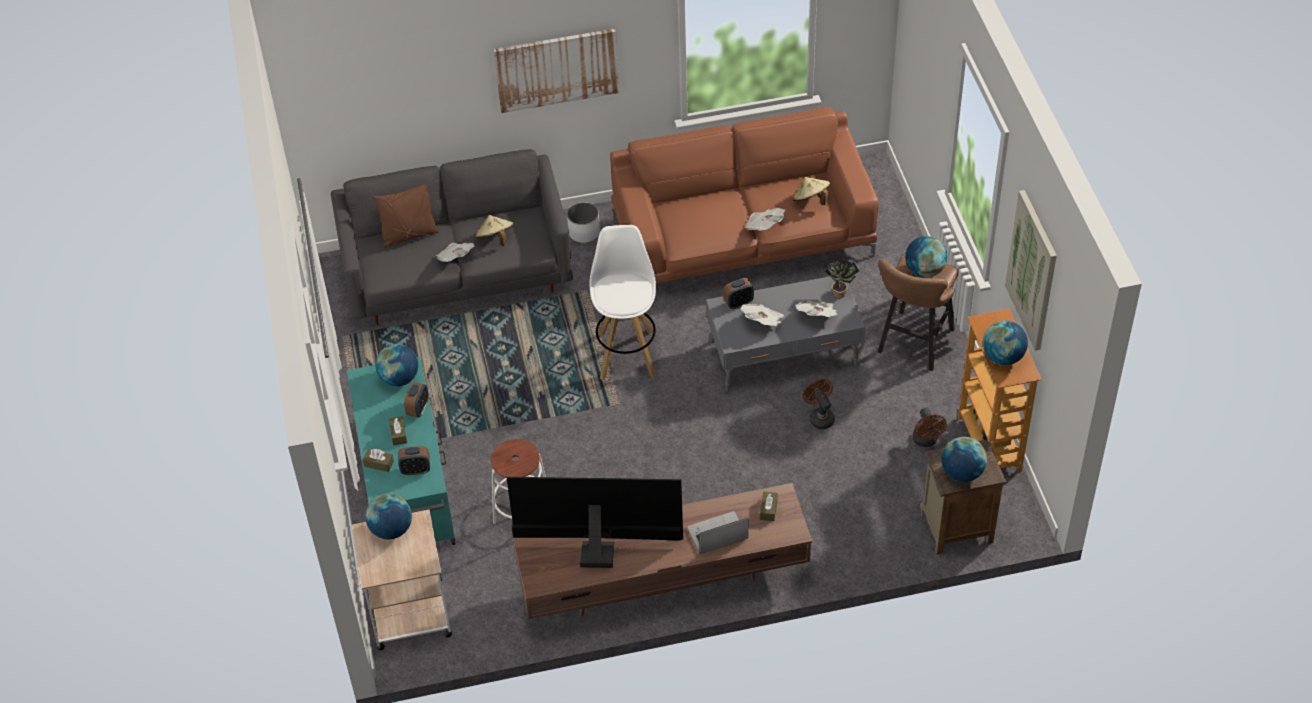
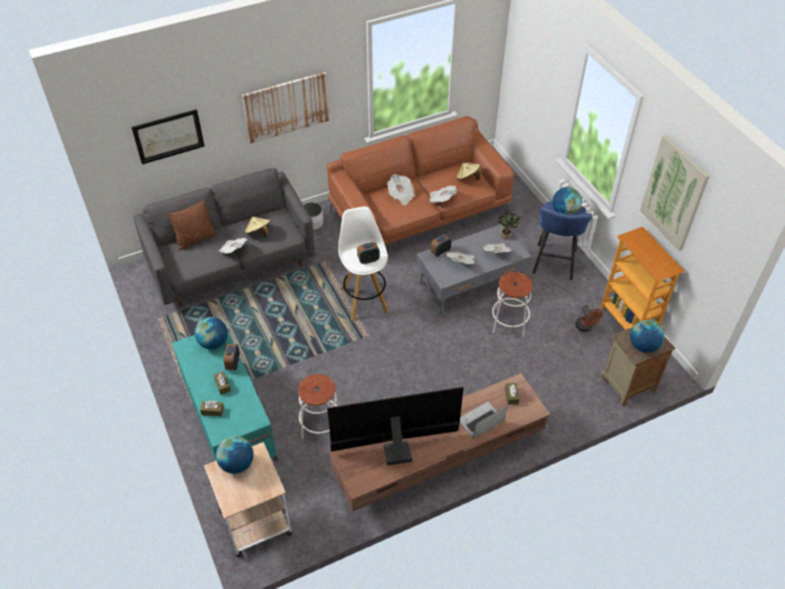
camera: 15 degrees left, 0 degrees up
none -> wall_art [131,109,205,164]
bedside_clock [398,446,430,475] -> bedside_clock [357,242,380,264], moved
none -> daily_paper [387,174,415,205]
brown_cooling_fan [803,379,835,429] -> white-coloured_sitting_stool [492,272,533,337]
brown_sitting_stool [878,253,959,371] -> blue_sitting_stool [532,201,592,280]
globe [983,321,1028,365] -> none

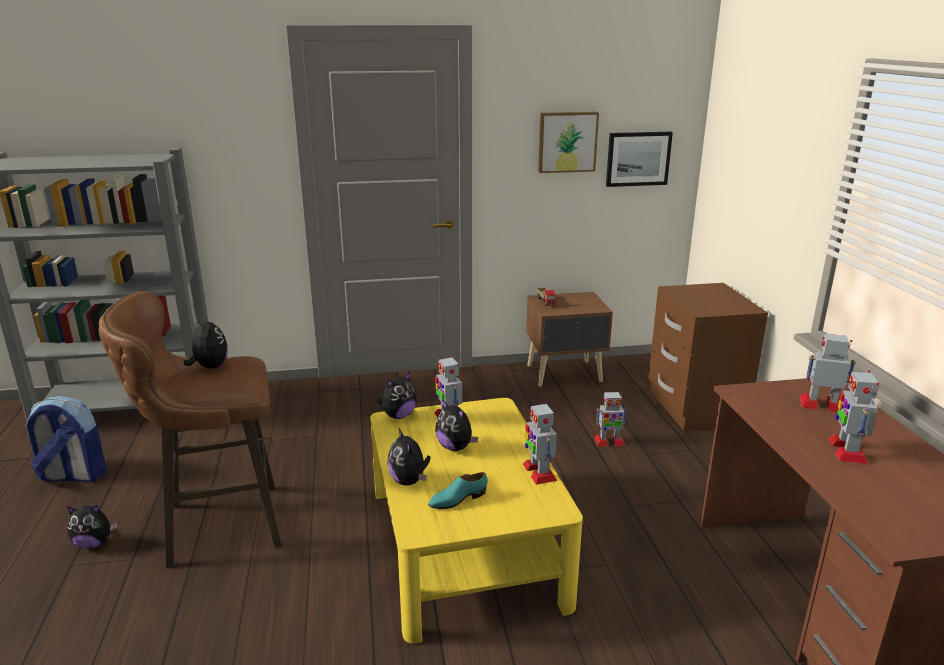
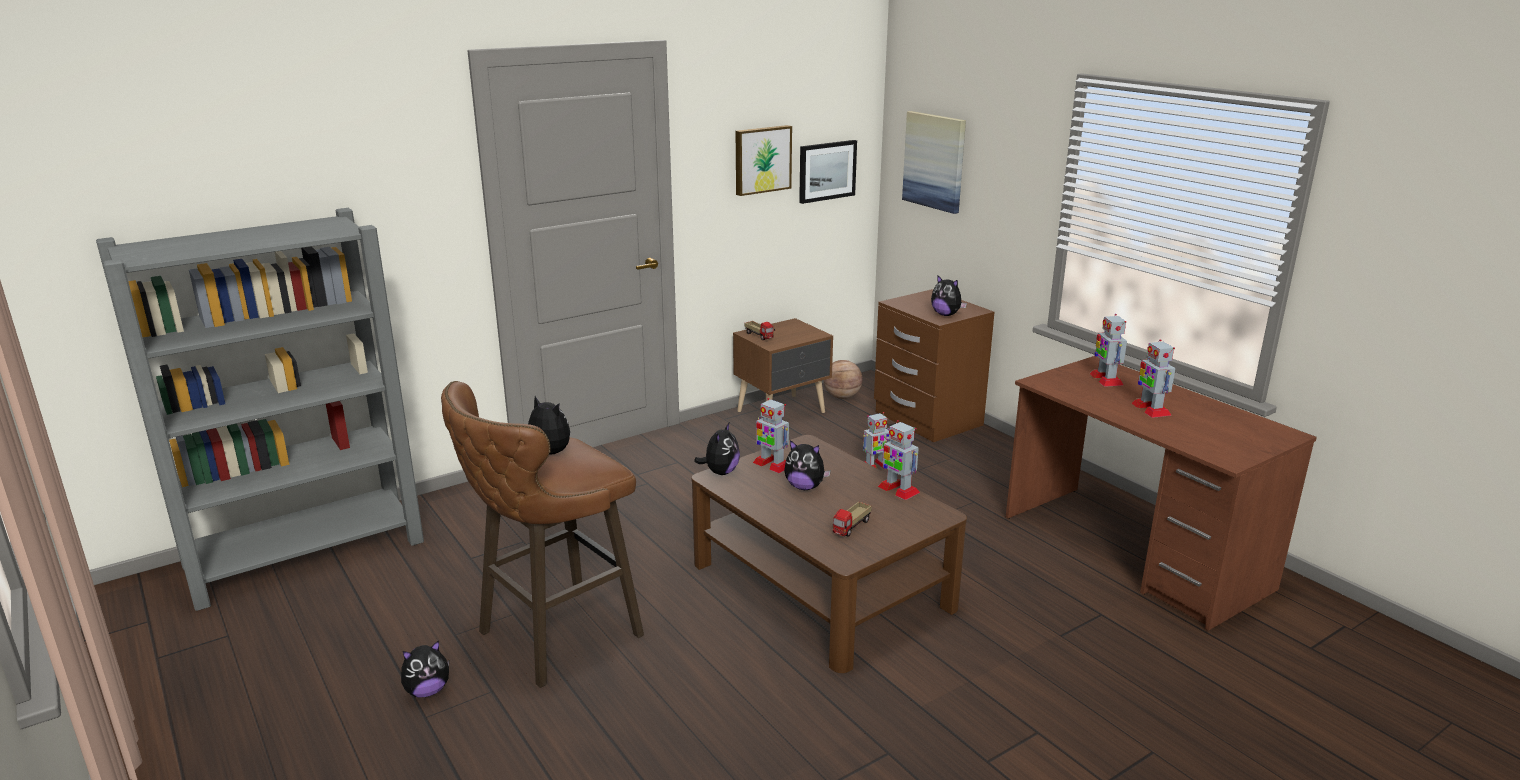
camera: 25 degrees left, 0 degrees up
yellow-coloured_low_table [370,398,583,644] -> brown_low_table [691,435,967,673]
none -> basketball [823,360,862,399]
blue-green_shoe [428,472,488,509] -> toy_lorry [833,501,872,537]
none -> wall_art [902,111,966,214]
cuddly_toy [387,427,431,485] -> cuddly_toy [931,275,967,316], moved
model_robot [800,334,856,412] -> model_robot [1090,314,1127,387], 90 degrees counterclockwise
rucksack [26,396,107,483] -> none

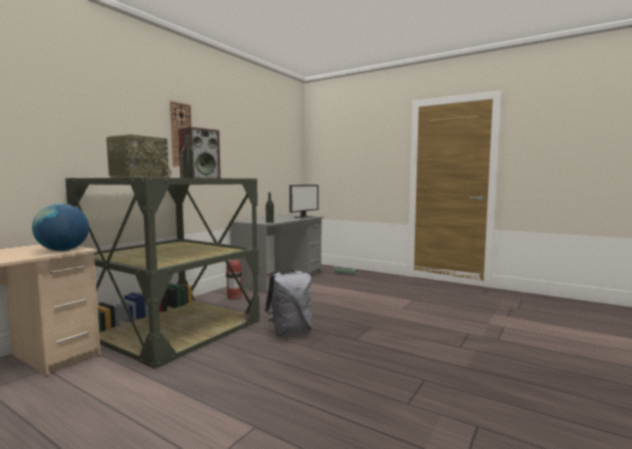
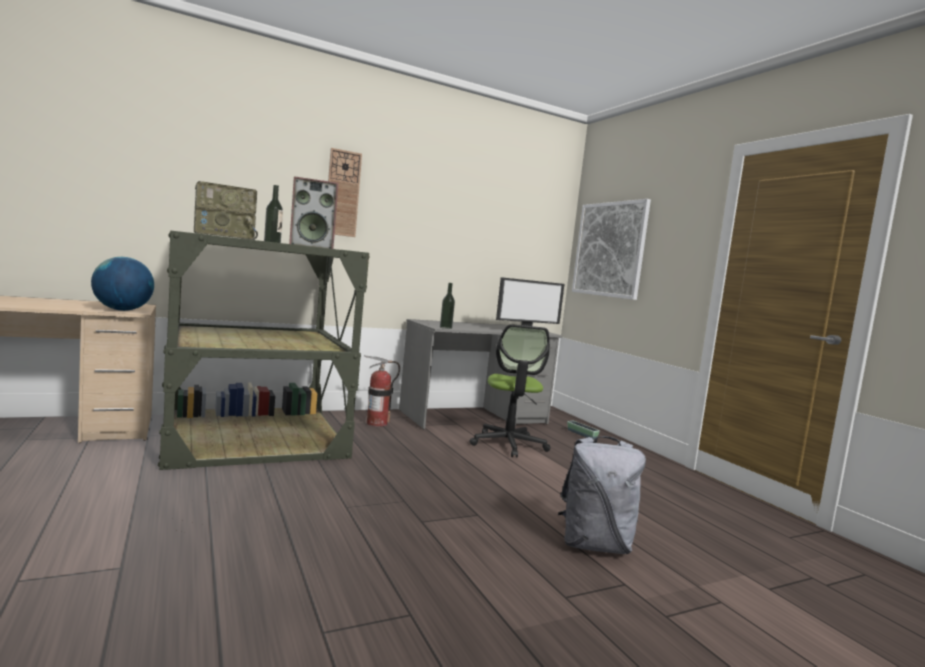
camera: 30 degrees right, 0 degrees up
none -> computer_chair [470,324,551,458]
gray_rucksack [265,269,312,336] -> gray_rucksack [558,436,646,554], moved
none -> wall_art [572,199,651,300]

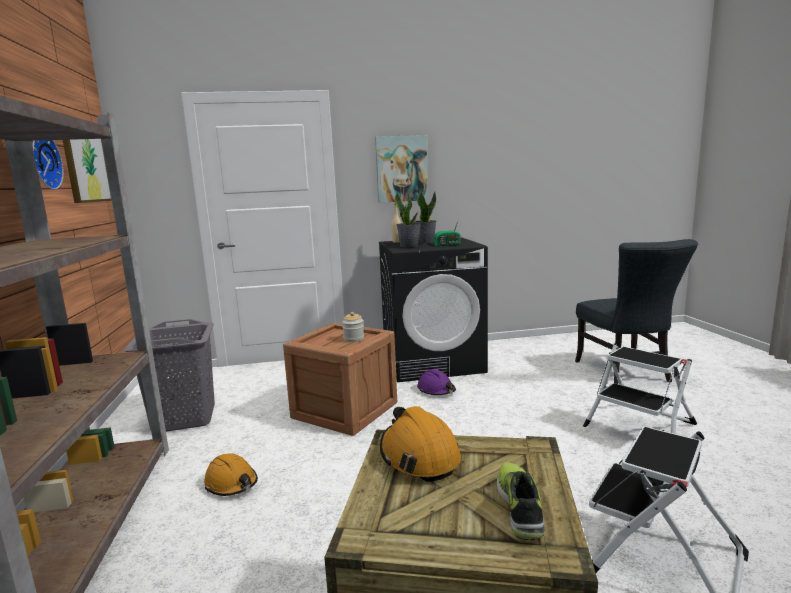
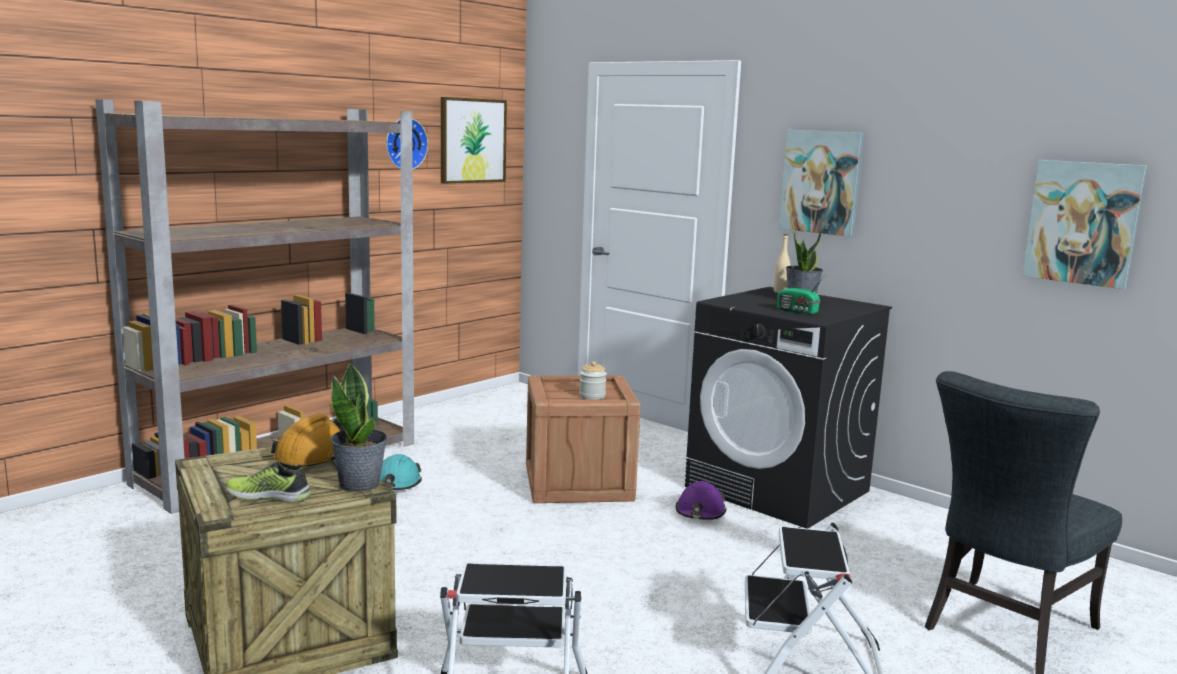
camera: 50 degrees right, 0 degrees up
shoe [497,463,545,540] -> shoe [226,462,311,502], 135 degrees counterclockwise
houseplant [395,192,421,247] -> houseplant [330,362,387,492], moved
orange-coloured_work_helmet [204,453,258,496] -> blue-green_work_helmet [380,454,422,490]
none -> wall_art [1022,160,1147,289]
gray_hamper [124,319,215,432] -> none

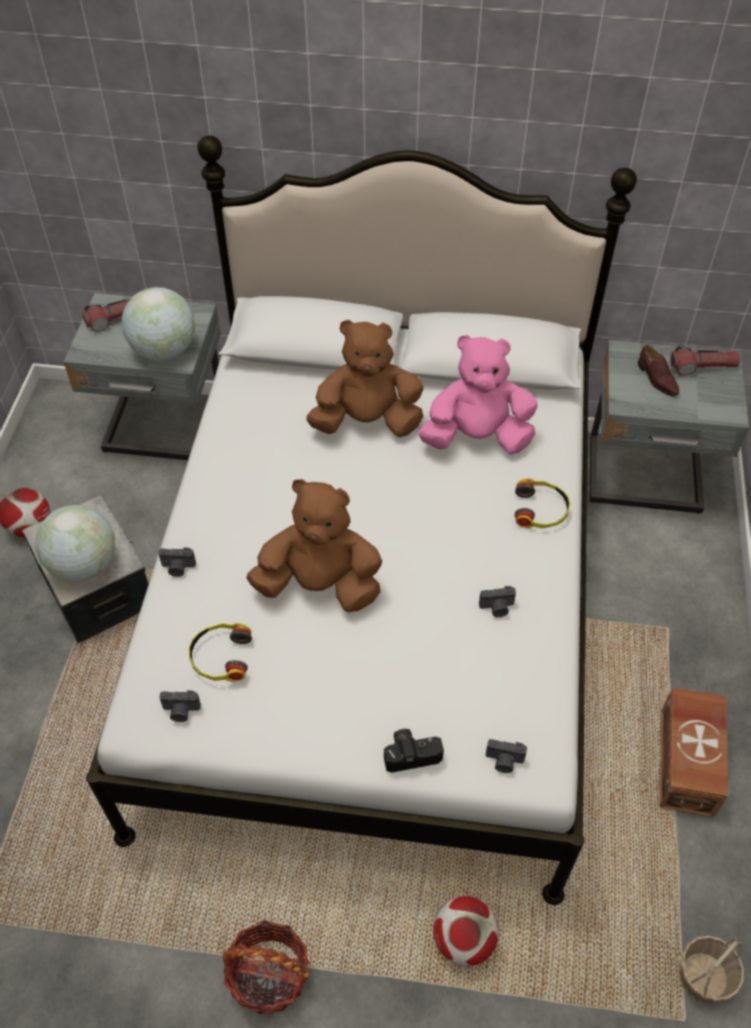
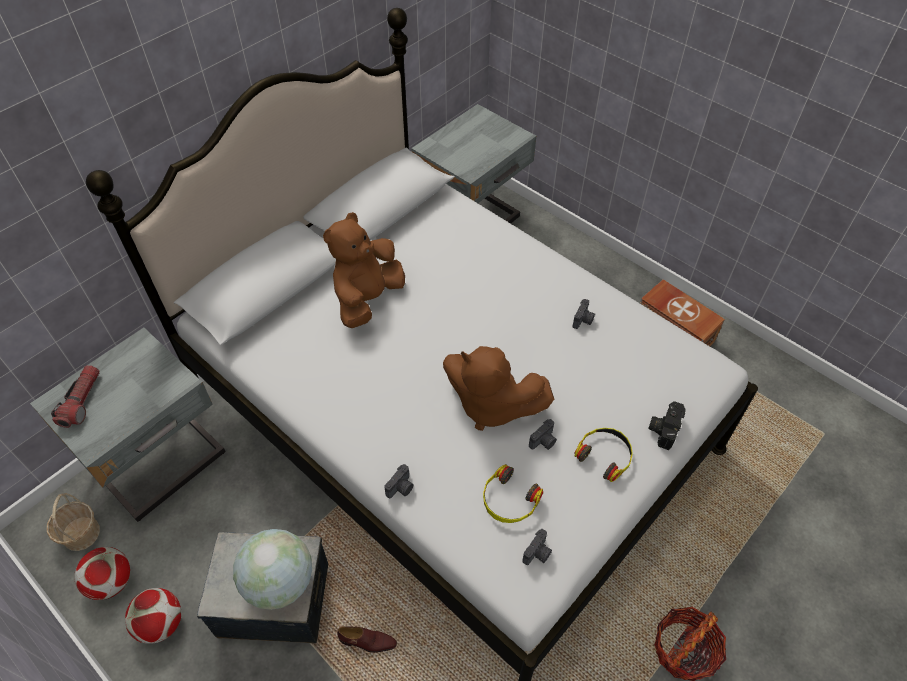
camera: 55 degrees left, 0 degrees up
basket [679,936,744,1004] -> basket [47,493,100,551], moved
ball_for_football [433,896,499,966] -> ball_for_football [74,547,130,600], moved
brown_shoe [638,345,679,397] -> brown_shoe [337,626,397,653], moved
brown_cuddly_toy [246,479,382,612] -> brown_cuddly_toy [443,346,554,431], 105 degrees counterclockwise
photo_camera [486,739,527,773] -> photo_camera [529,419,557,450], moved
headphones [515,478,570,528] -> headphones [574,428,633,482], moved
globe [122,287,195,361] -> none
pinkish_cuddly_toy [418,335,537,454] -> none
torch [670,346,741,376] -> none

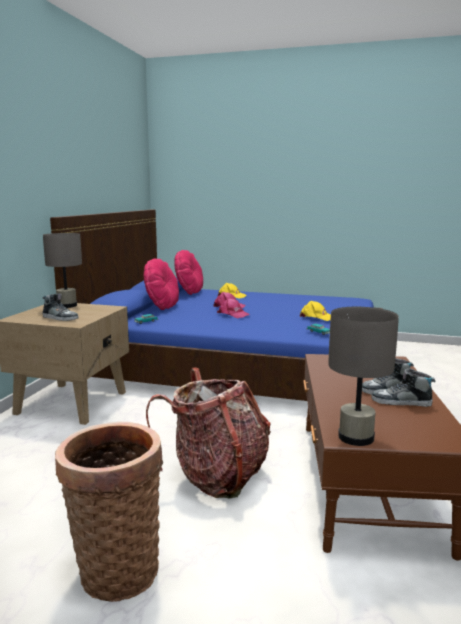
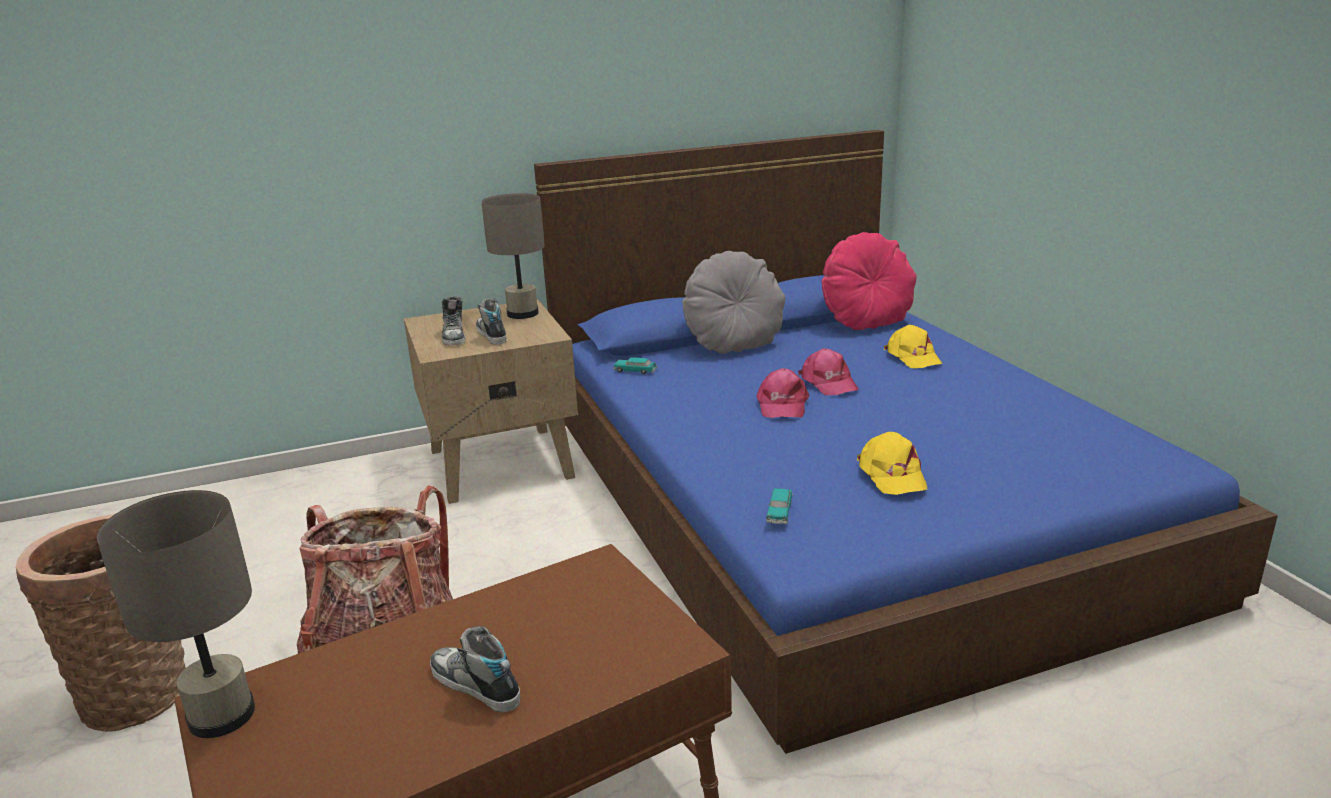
camera: 55 degrees right, 10 degrees up
shoe [371,368,436,407] -> shoe [476,298,507,345], moved
pinkish_throw_pillow [144,259,179,310] -> gray_throw_pillow [682,251,785,354]

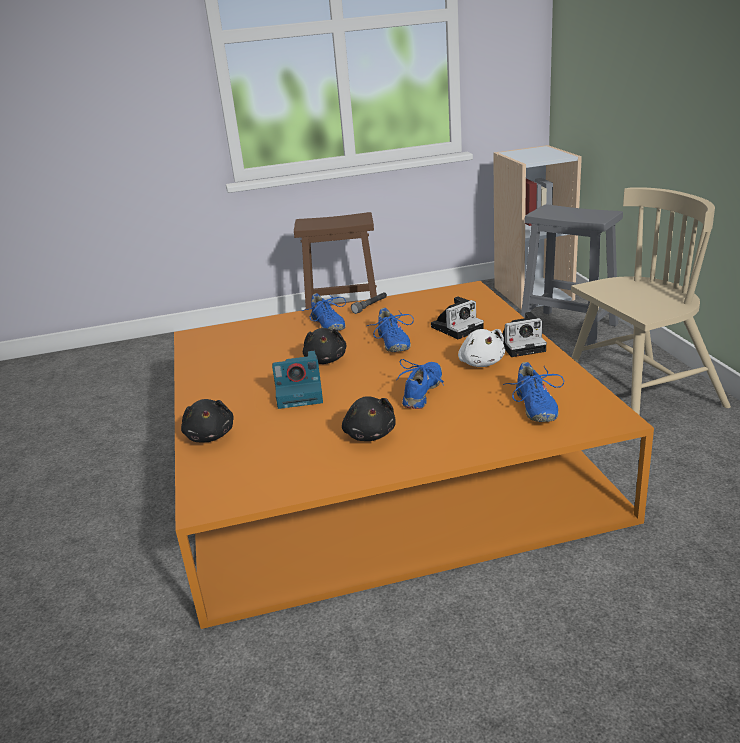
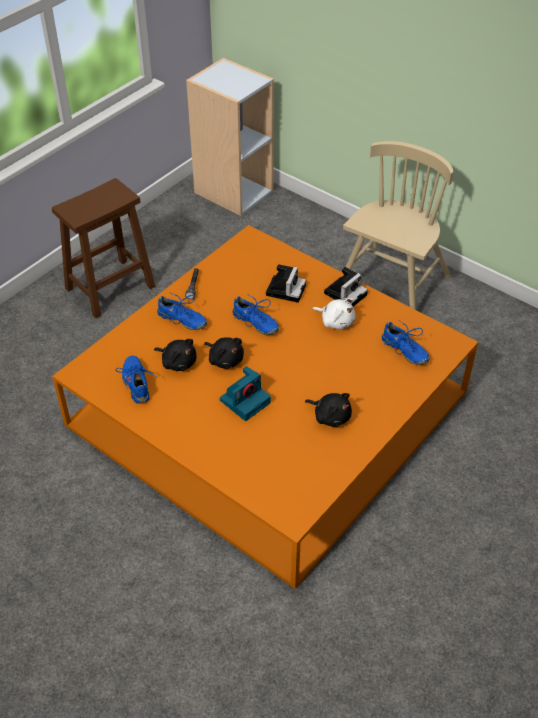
camera: 40 degrees left, 20 degrees up
blue_shoe [396,359,444,409] -> blue_shoe [116,356,158,404], moved
blackish_cuddly_toy [181,399,234,442] -> blackish_cuddly_toy [154,339,196,371], moved
gray_sitting_stool [521,204,623,346] -> none

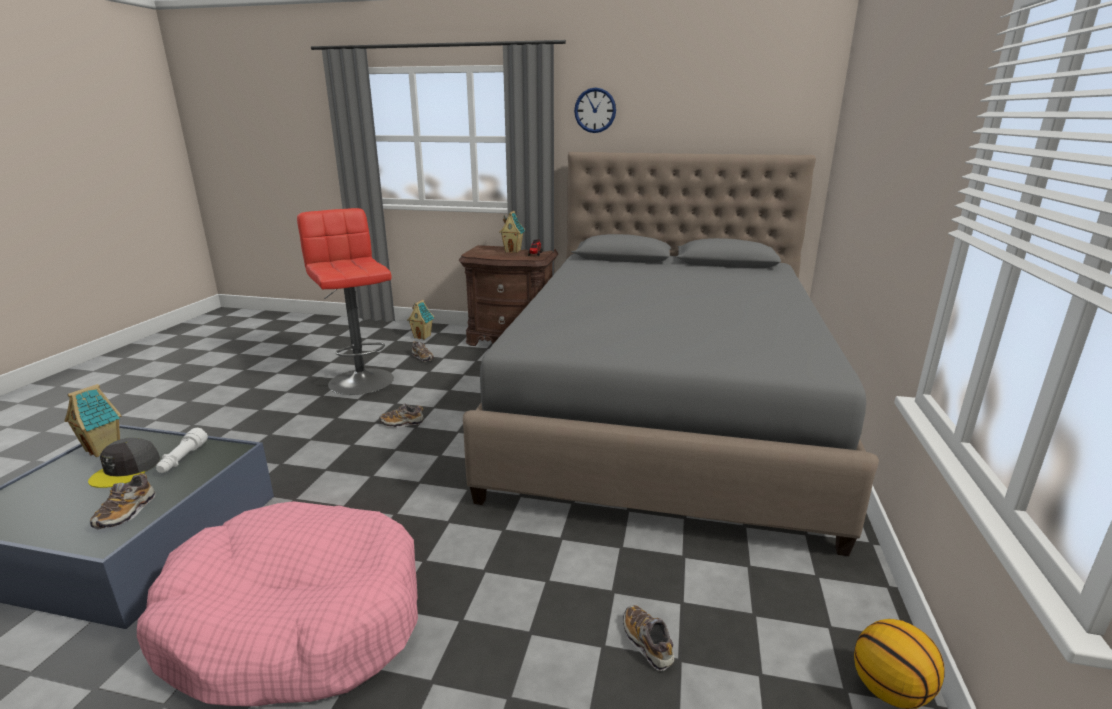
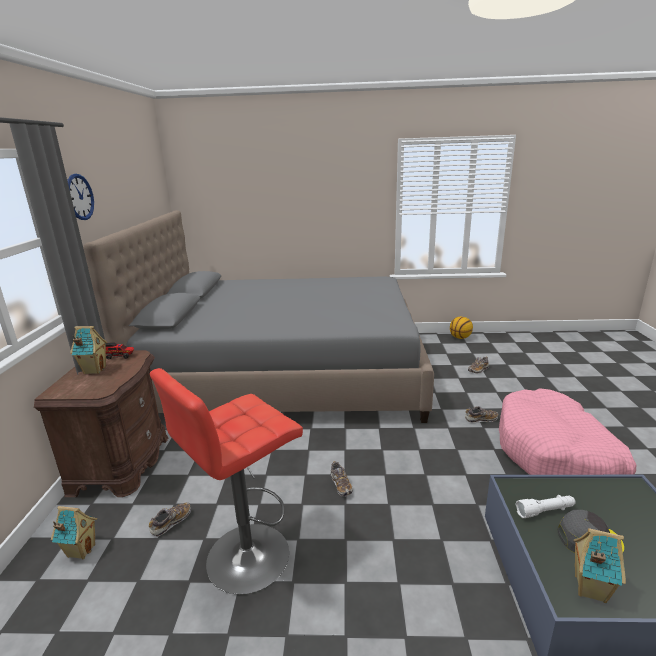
camera: 100 degrees left, 0 degrees up
shoe [90,473,156,530] -> shoe [465,406,499,423], moved

